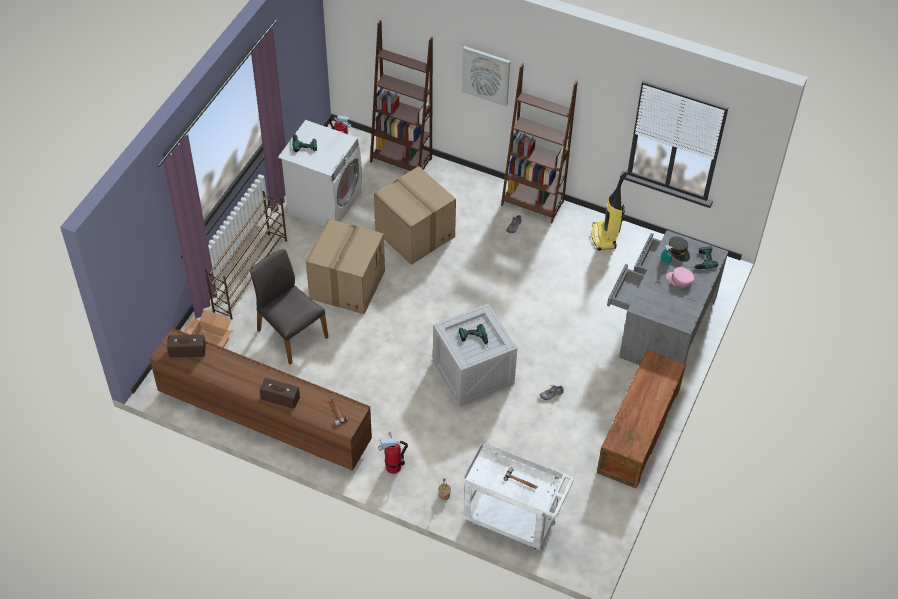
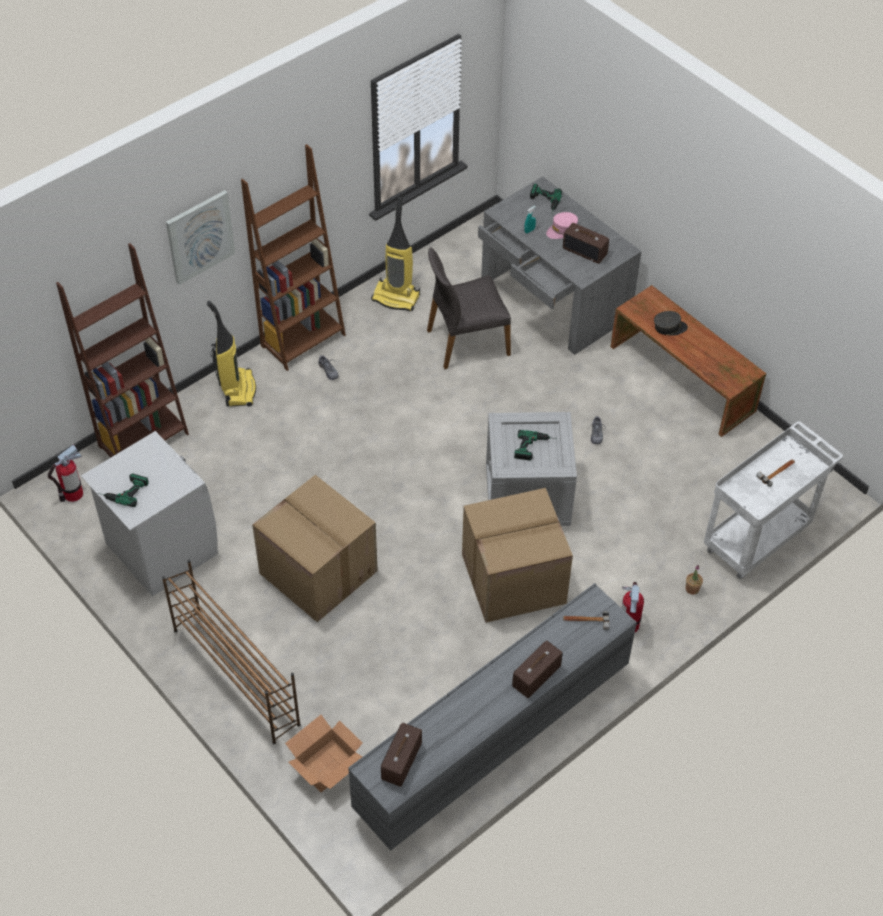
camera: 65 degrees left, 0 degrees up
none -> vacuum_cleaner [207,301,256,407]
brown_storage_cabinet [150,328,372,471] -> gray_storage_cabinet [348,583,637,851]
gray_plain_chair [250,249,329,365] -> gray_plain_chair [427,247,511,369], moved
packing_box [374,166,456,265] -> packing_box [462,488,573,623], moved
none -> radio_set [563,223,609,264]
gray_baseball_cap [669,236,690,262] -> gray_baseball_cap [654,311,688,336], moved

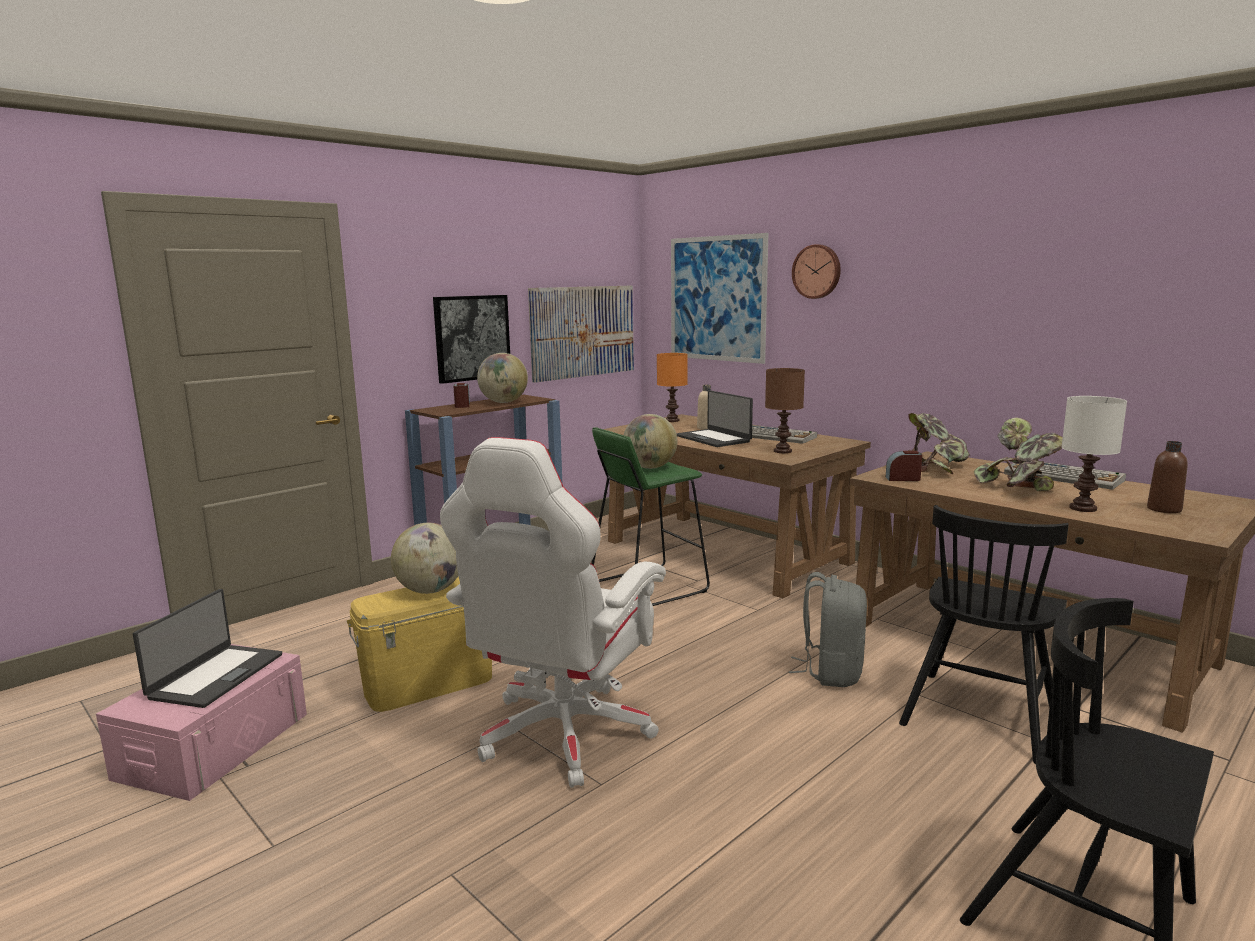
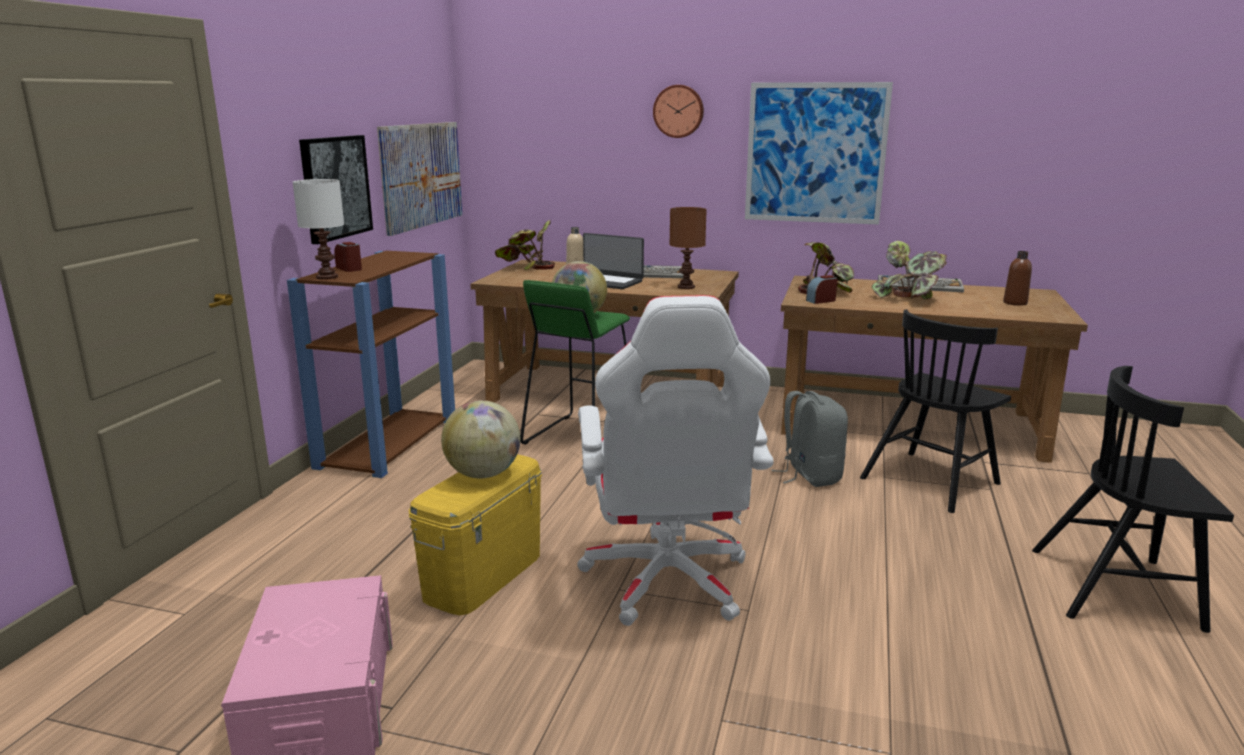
camera: 30 degrees left, 5 degrees up
white-coloured_lamp_for_a_table [1061,396,1127,512] -> white-coloured_lamp_for_a_table [293,179,344,280], moved
orange-coloured_lamp_for_a_table [657,353,688,422] -> houseplant [495,220,556,270]
wall_art [671,233,768,364] -> wall_art [745,82,893,224], moved
blackish_plain_chair [899,505,1069,764] -> blackish_plain_chair [860,309,1011,513], 45 degrees clockwise
laptop [133,589,282,708] -> none
globe [477,353,528,403] -> none

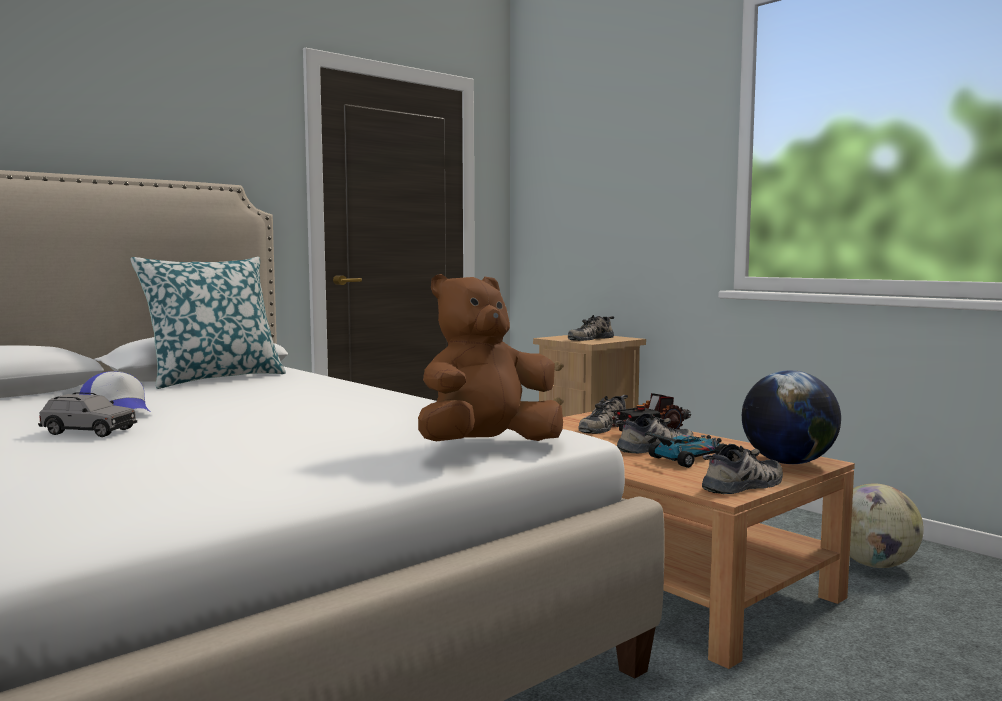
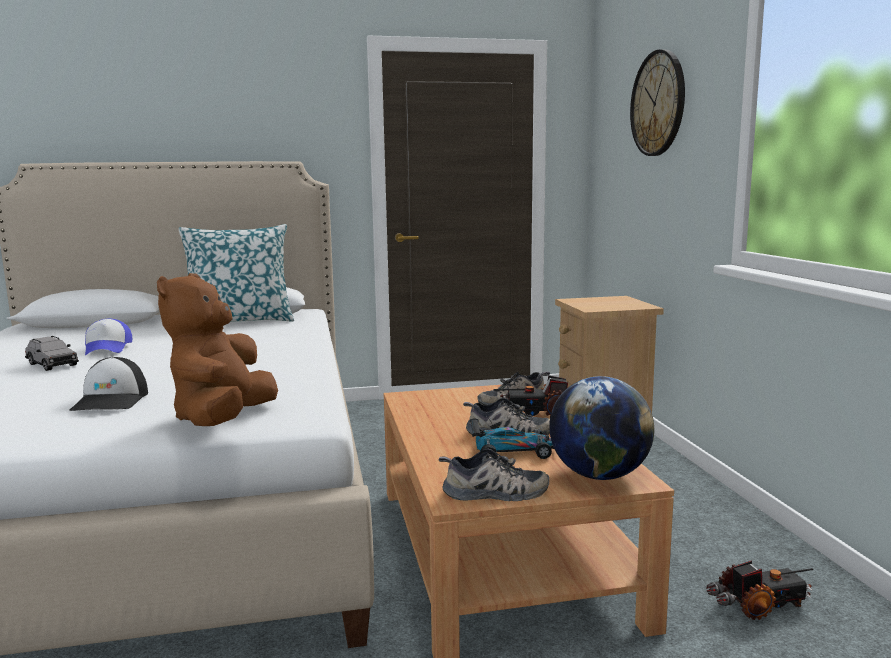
camera: 30 degrees right, 5 degrees up
none -> baseball_cap [69,357,148,411]
brown_cuddly_toy [418,274,563,441] -> brown_cuddly_toy [157,273,278,426], 75 degrees counterclockwise
none -> clock_on_the_wall [630,49,685,156]
globe [850,483,924,568] -> toy_lorry [706,561,813,620]
shoe [568,315,614,341] -> none

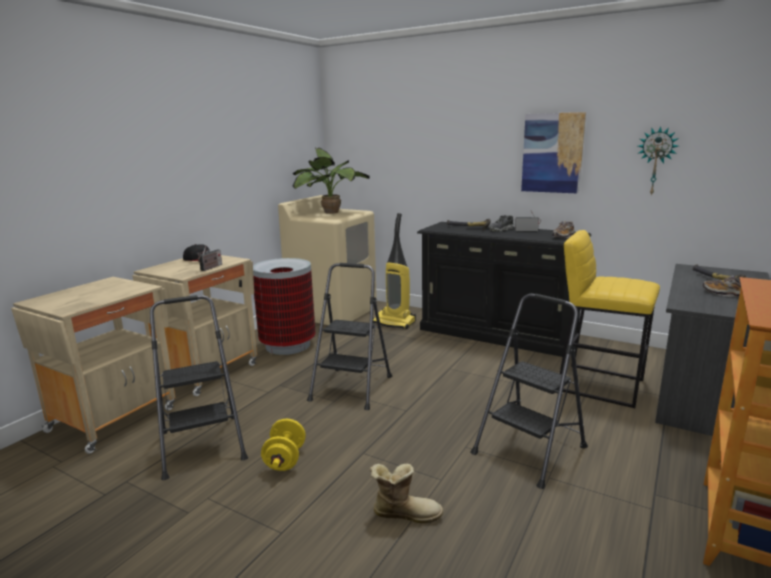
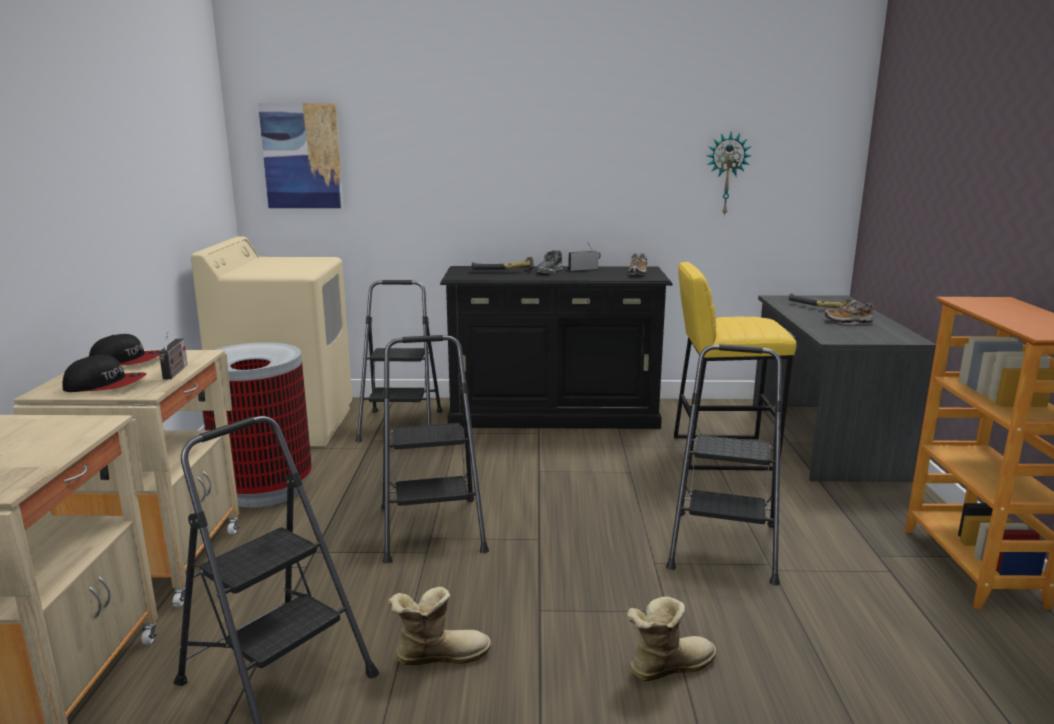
camera: 30 degrees left, 0 degrees up
none -> baseball_cap [62,355,147,392]
wall_art [521,112,586,194] -> wall_art [258,103,344,208], moved
vacuum_cleaner [373,213,416,329] -> blackish_step_ladder [355,280,443,442]
yellow-coloured_hand_weight [261,419,306,471] -> tall_boot [388,587,491,665]
houseplant [292,147,370,214] -> none

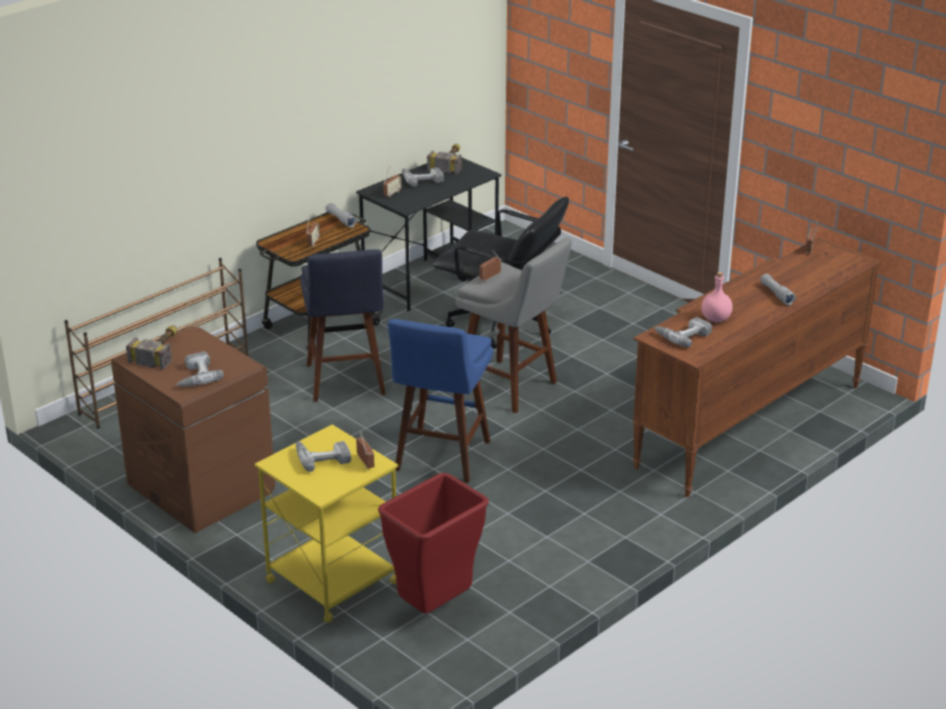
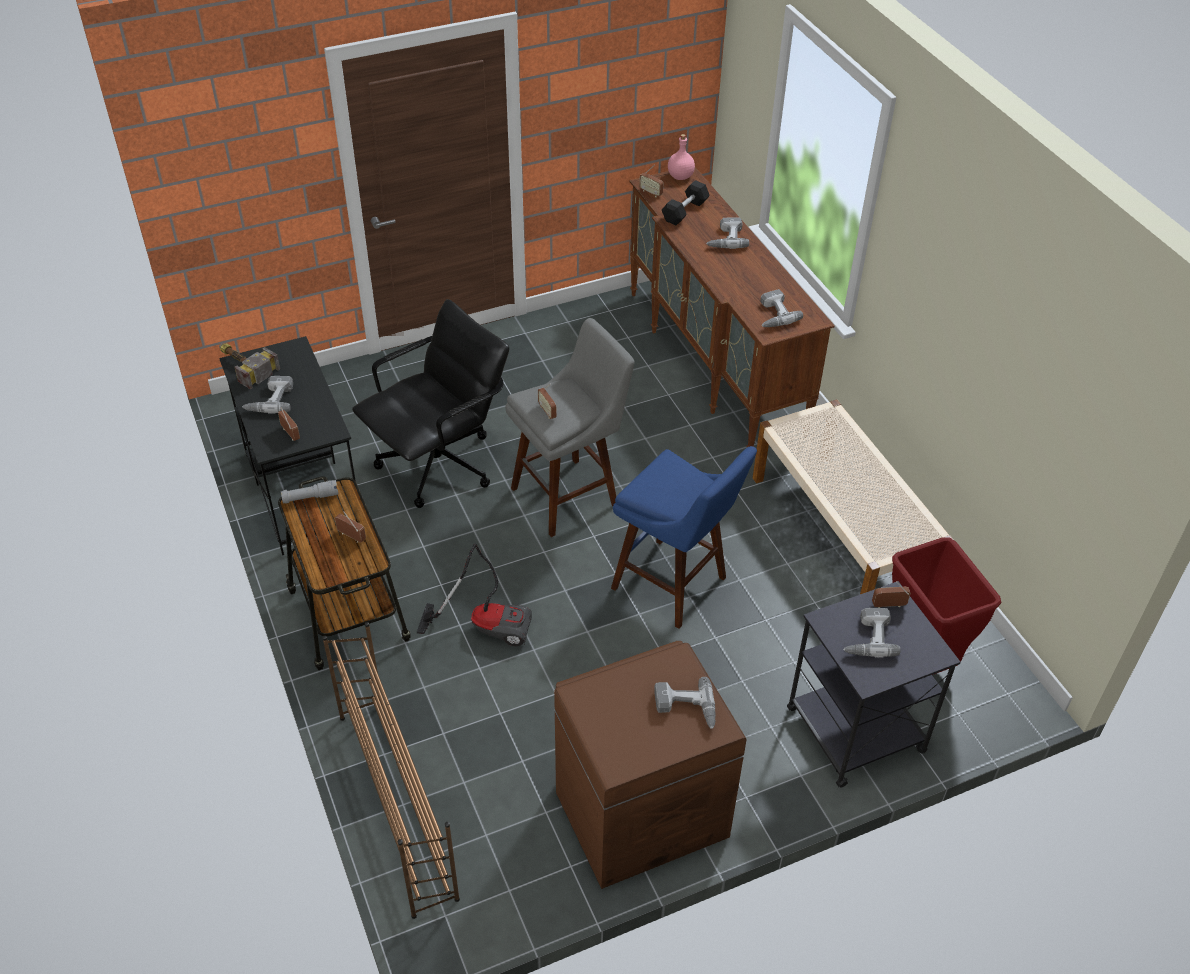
camera: 70 degrees left, 15 degrees up
blue_sitting_stool [300,249,386,402] -> vacuum_cleaner [417,543,532,646]
none -> blackish_hand_weight [662,180,710,225]
pinkish_drink_bottle [701,272,733,323] -> pinkish_drink_bottle [668,134,695,180], moved
gray_torch [760,274,796,306] -> electric_drill [706,217,749,249]
none -> beige_indoor_bench [753,399,954,594]
yellow-coloured_cart [255,424,398,623] -> blackish_cart [787,581,961,788]
hand_hammer [126,325,177,370] -> none

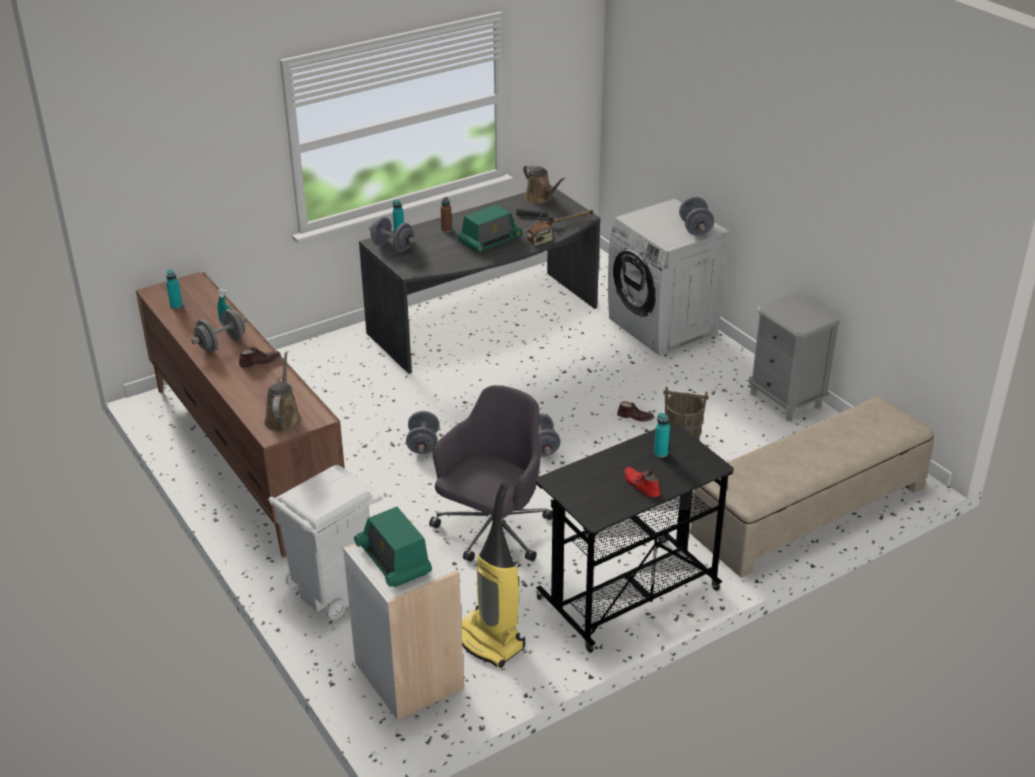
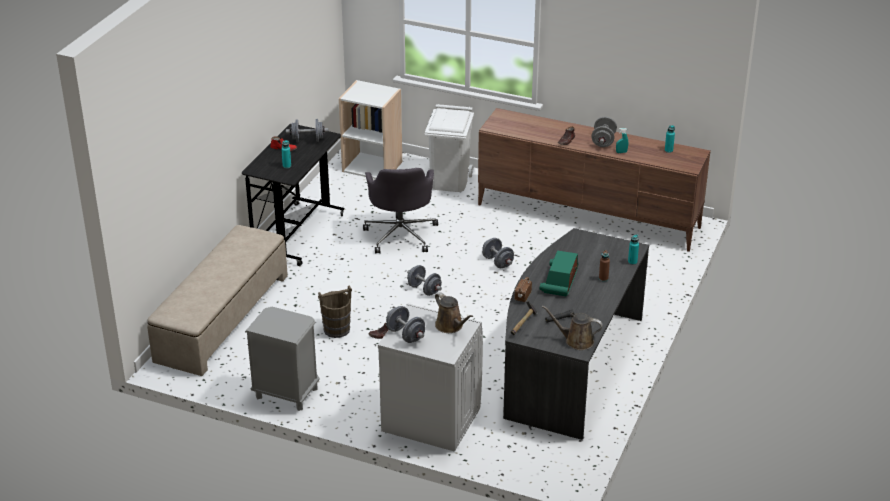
camera: 145 degrees right, 0 degrees up
gray_hand_weight [369,217,416,252] -> gray_hand_weight [286,119,329,142], moved
brown_watering_pot [264,352,302,432] -> brown_watering_pot [435,292,473,333], moved
radio_set [354,507,432,587] -> none
vacuum_cleaner [461,483,525,668] -> none

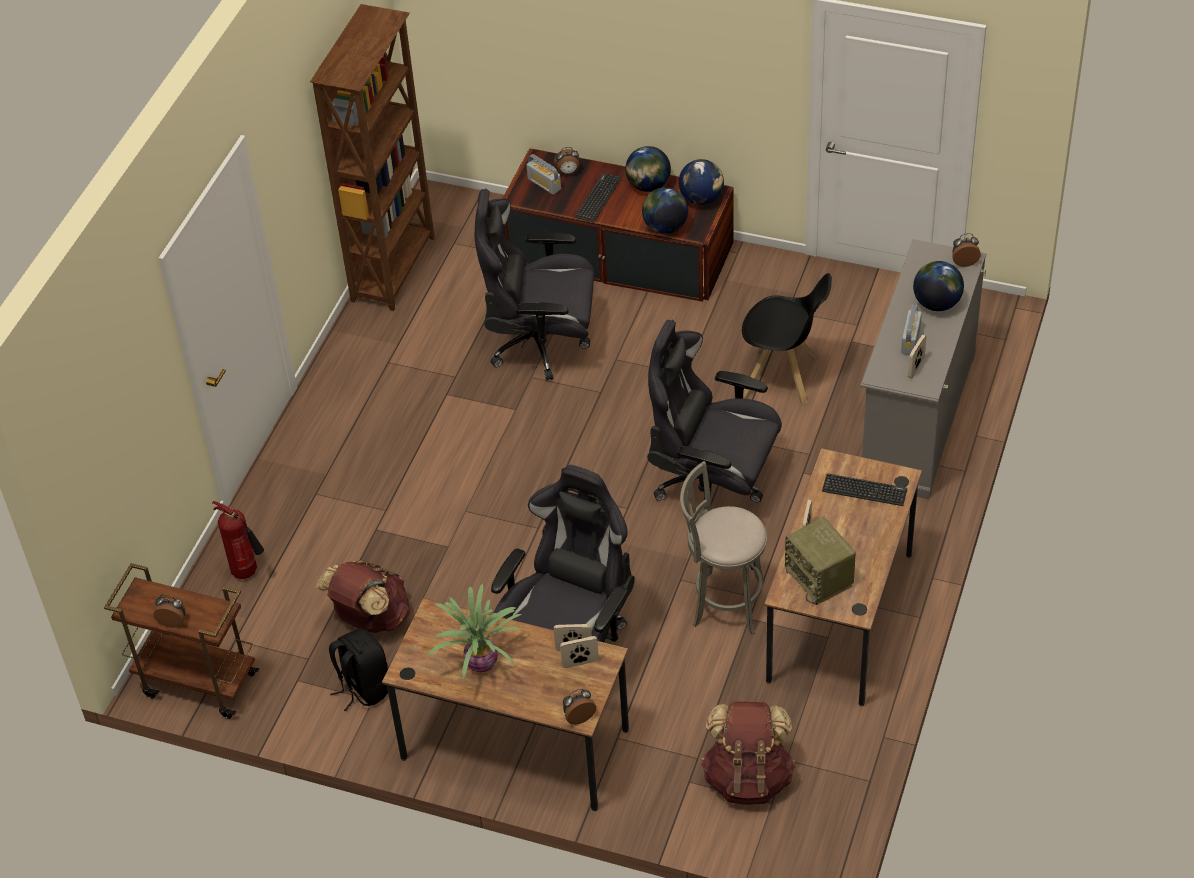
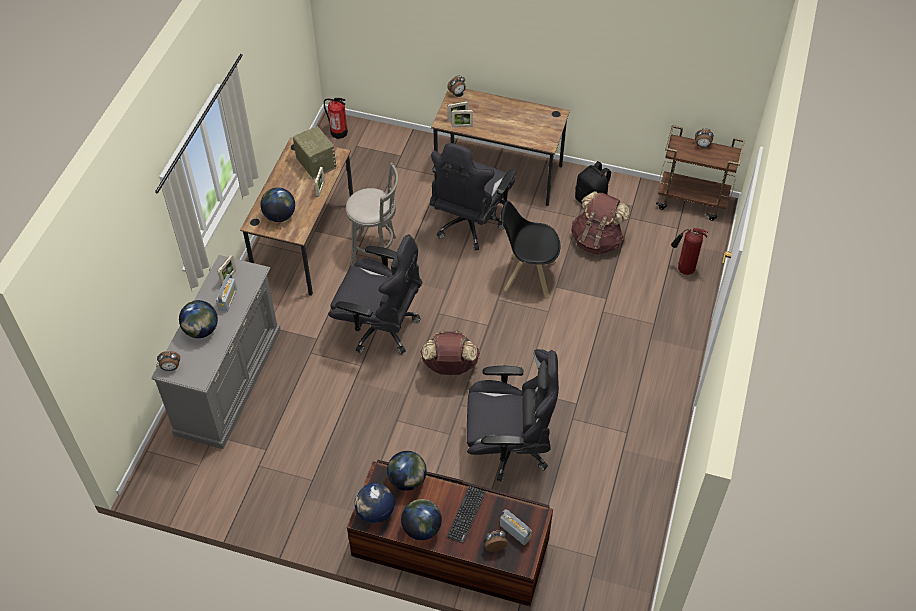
camera: 175 degrees right, 5 degrees up
PC_keyboard [822,473,907,506] -> globe [260,187,295,222]
none -> fire_extinguisher [324,98,348,139]
brown_rucksack [701,702,795,805] -> brown_rucksack [421,330,480,375], moved
blackish_plain_chair [742,273,832,406] -> blackish_plain_chair [500,201,560,299], moved
brown_bookshelf [310,4,435,311] -> none
houseplant [427,584,522,679] -> none

